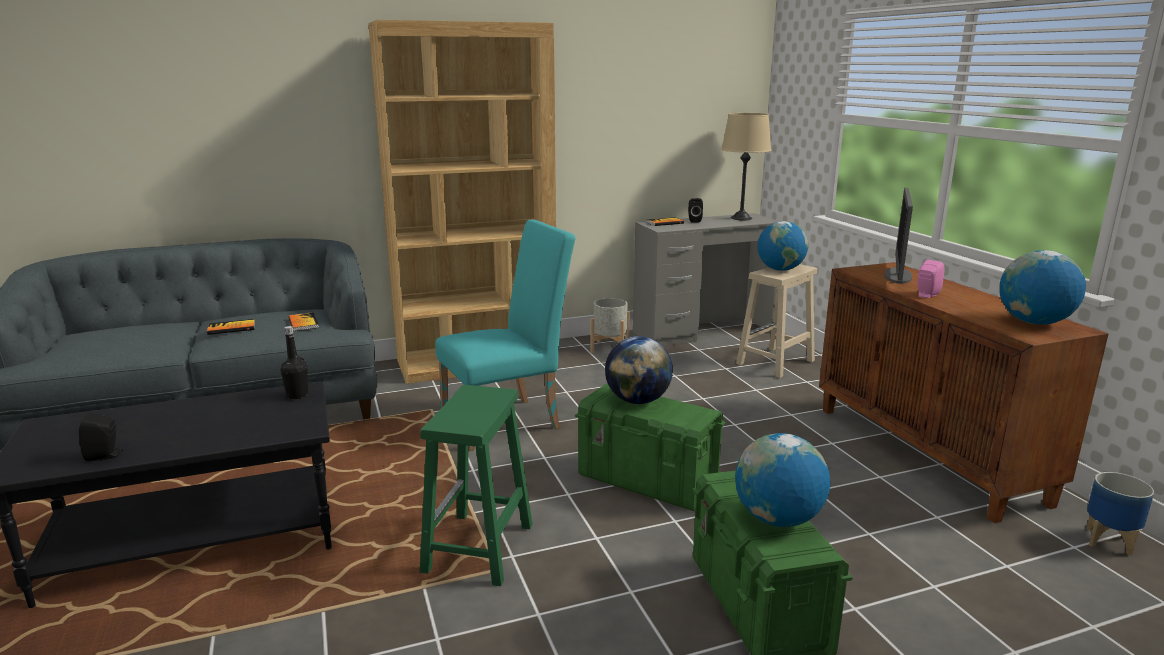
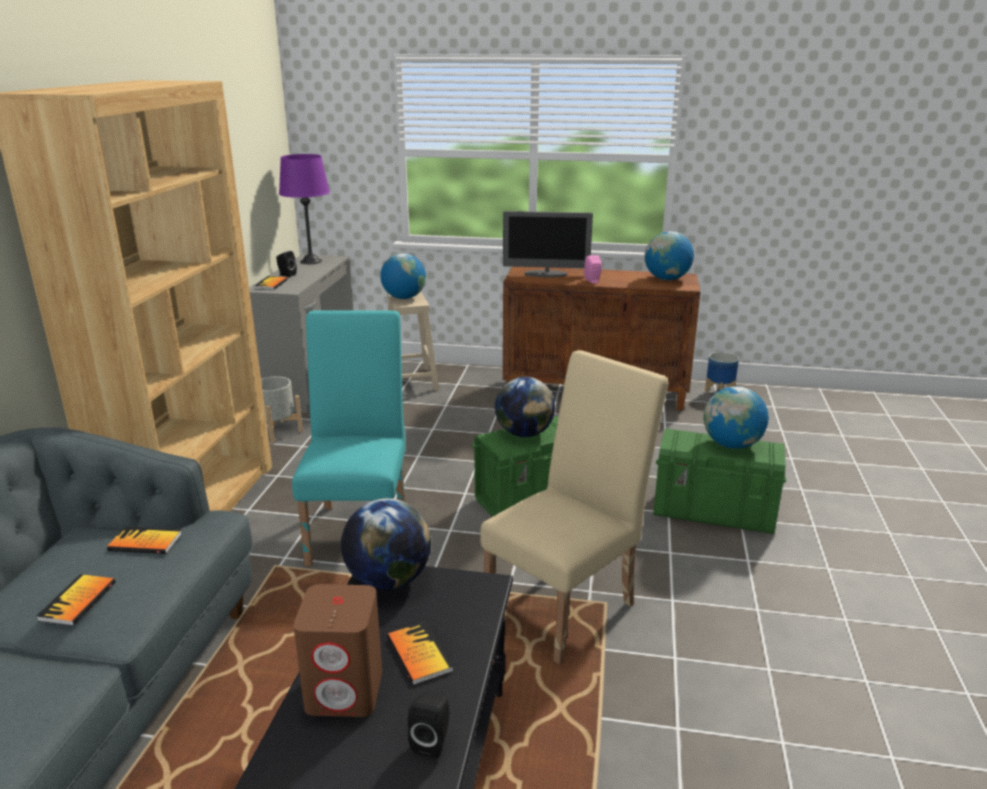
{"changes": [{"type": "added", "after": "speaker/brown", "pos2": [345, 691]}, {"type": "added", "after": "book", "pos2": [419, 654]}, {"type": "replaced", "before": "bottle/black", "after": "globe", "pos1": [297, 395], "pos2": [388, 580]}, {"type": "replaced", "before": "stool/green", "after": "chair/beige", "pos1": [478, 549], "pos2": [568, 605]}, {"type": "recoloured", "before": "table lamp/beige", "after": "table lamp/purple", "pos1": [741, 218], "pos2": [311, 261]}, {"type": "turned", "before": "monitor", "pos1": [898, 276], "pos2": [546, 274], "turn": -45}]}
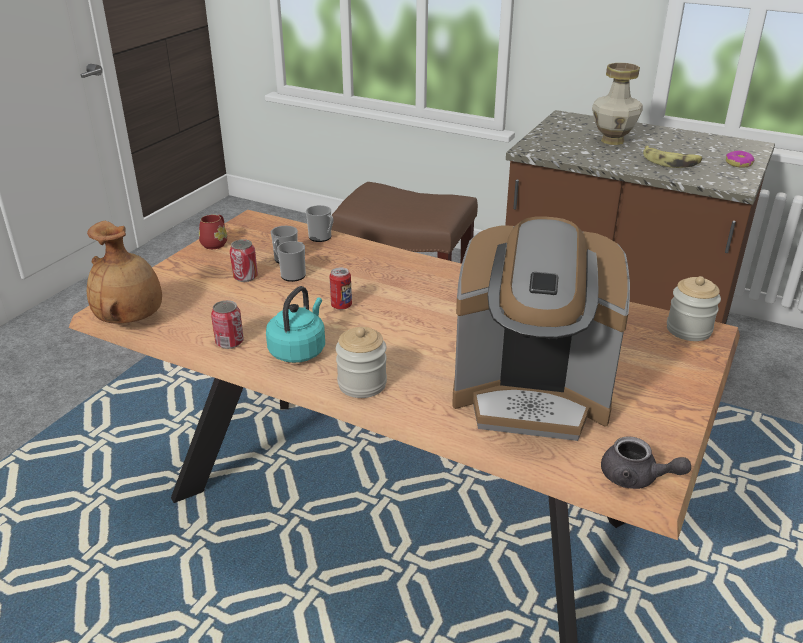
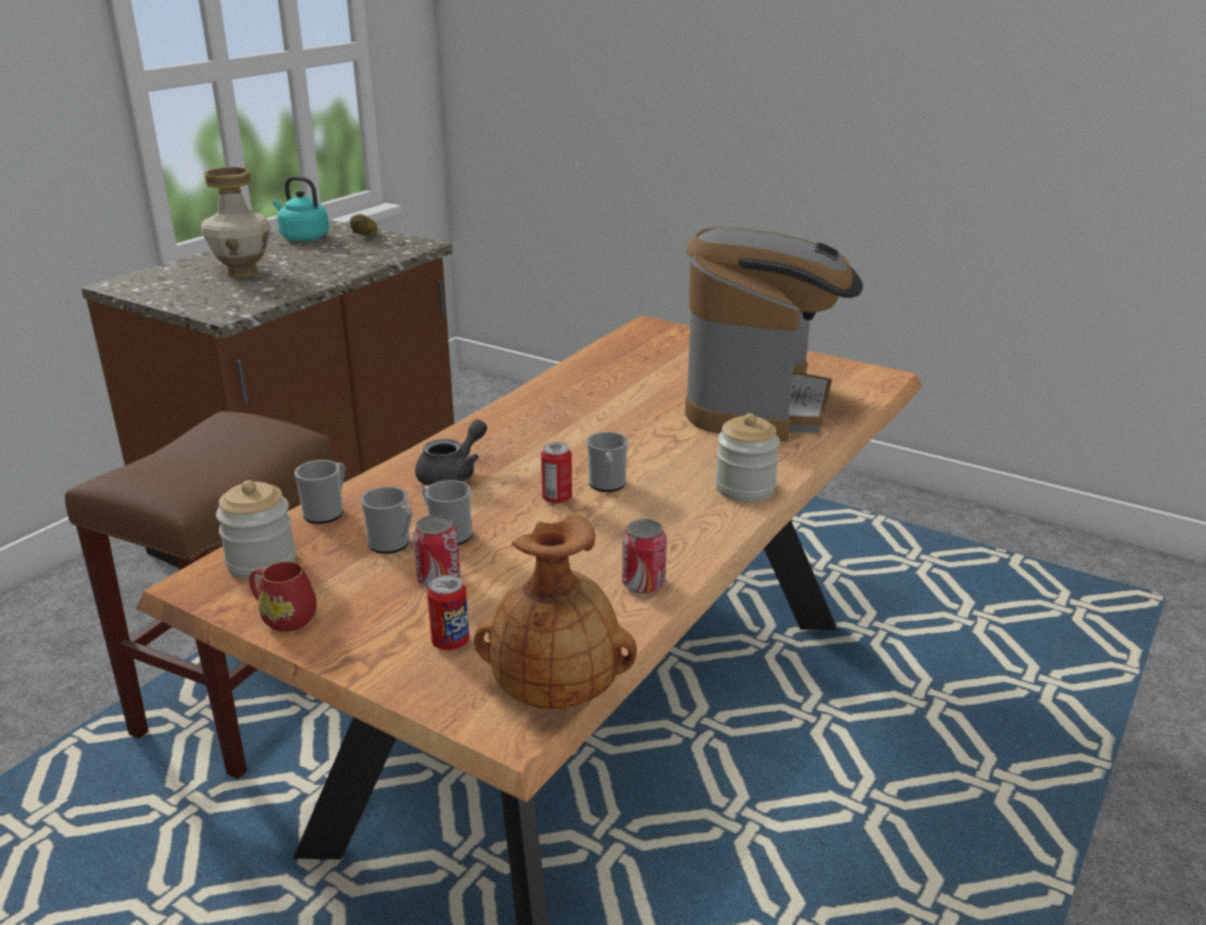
{"changes": [{"type": "removed", "before": "banana", "pos1": [670, 162]}, {"type": "added", "after": "can", "pos2": [450, 642]}, {"type": "added", "after": "mug", "pos2": [607, 485]}, {"type": "moved", "before": "kettle/turquoise", "pos1": [299, 350], "pos2": [302, 237]}, {"type": "moved", "before": "teapot/grey", "pos1": [636, 478], "pos2": [453, 474]}, {"type": "moved", "before": "jar", "pos1": [688, 330], "pos2": [261, 562]}, {"type": "replaced", "before": "donut", "after": "potato", "pos1": [738, 163], "pos2": [365, 236]}]}
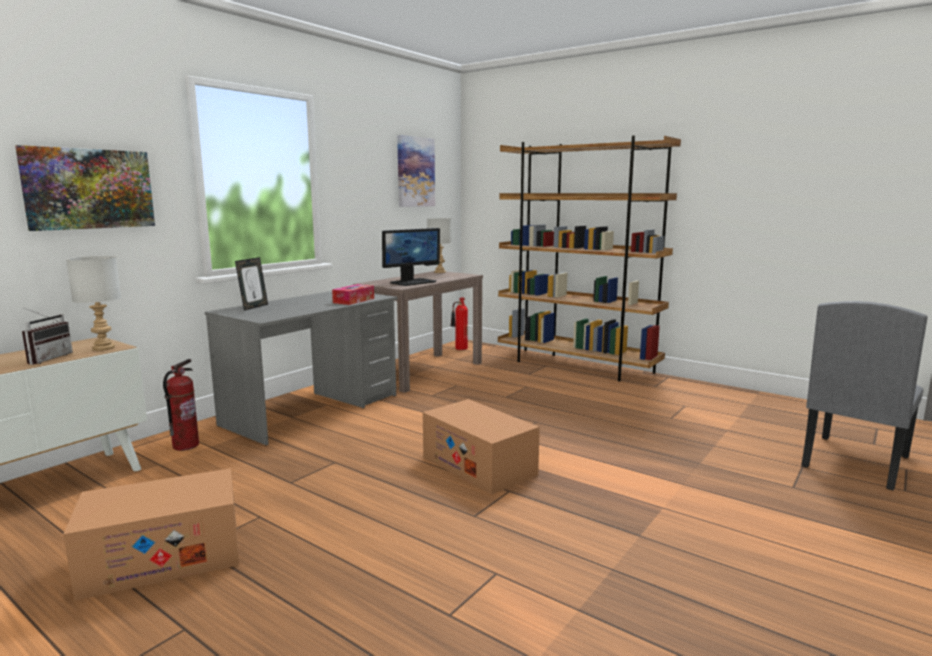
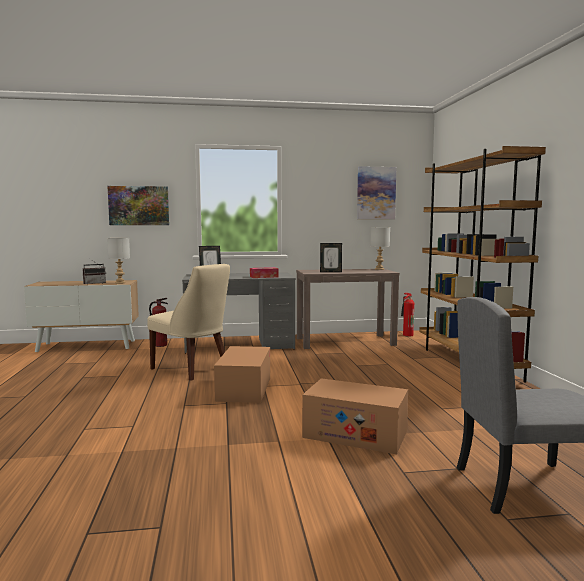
{"changes": [{"type": "added", "after": "chair/beige", "pos2": [192, 369]}, {"type": "moved", "before": "cardboard box", "pos1": [163, 558], "pos2": [355, 434]}, {"type": "replaced", "before": "monitor", "after": "picture frame", "pos1": [413, 282], "pos2": [330, 272]}]}
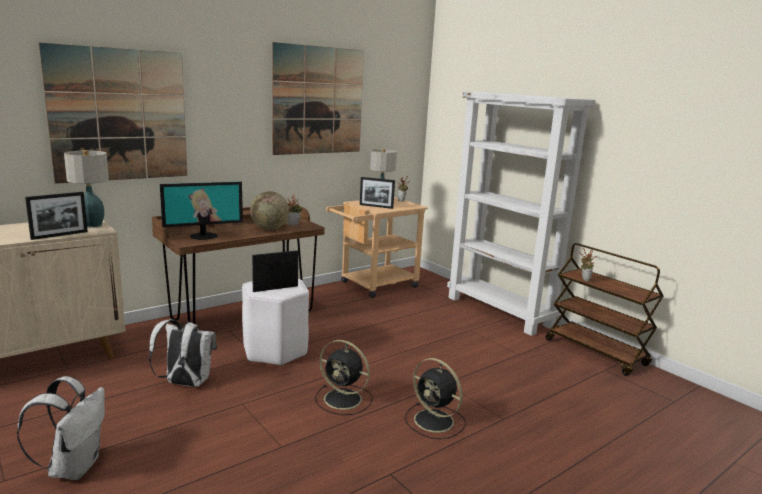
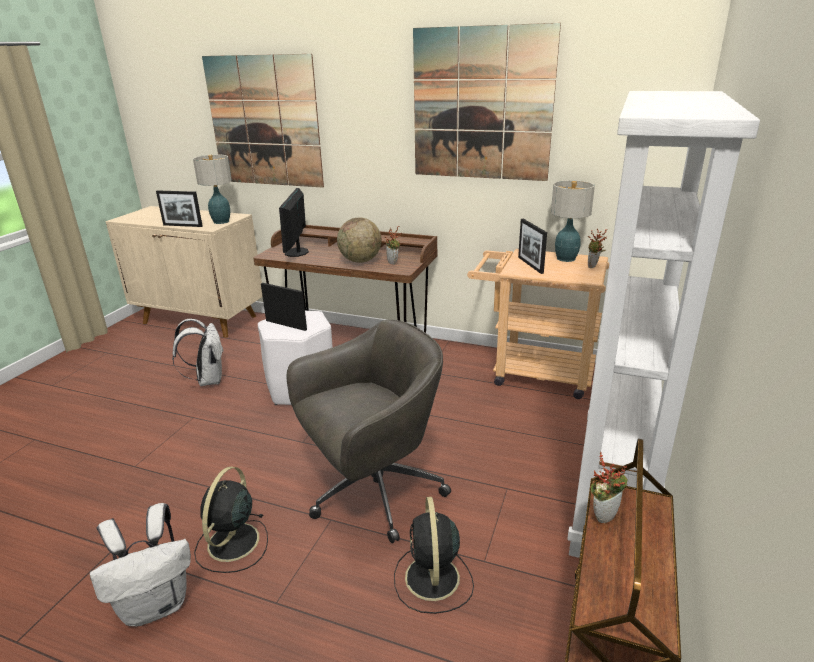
{"changes": [{"type": "added", "after": "office chair/grey", "pos2": [373, 492]}, {"type": "moved", "before": "backpack/white", "pos1": [74, 467], "pos2": [157, 604]}, {"type": "moved", "before": "fan/black", "pos1": [344, 399], "pos2": [432, 580]}, {"type": "turned", "before": "monitor", "pos1": [203, 236], "pos2": [297, 252], "turn": 60}]}
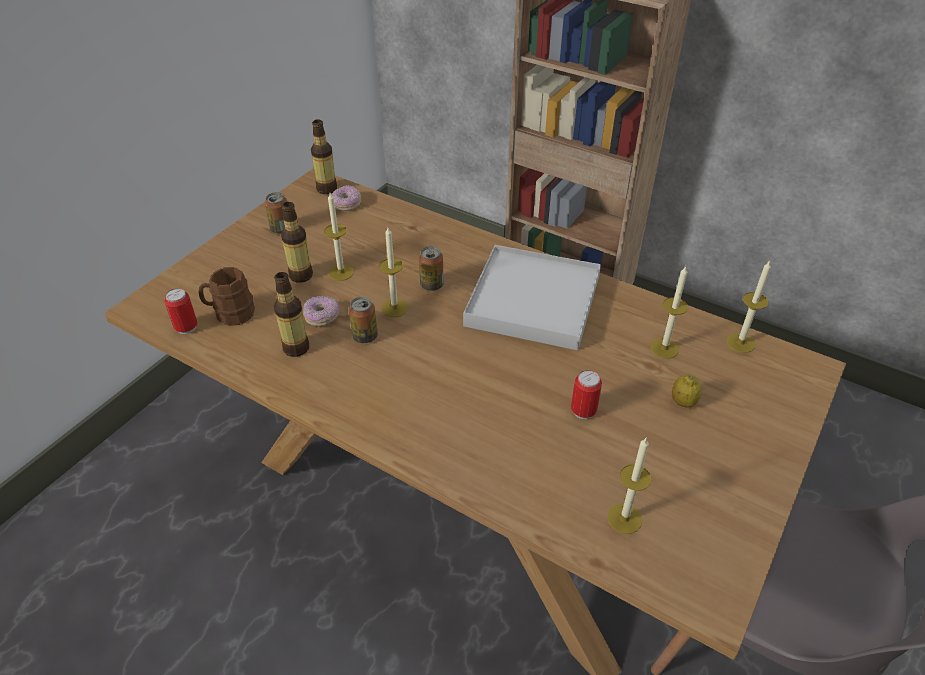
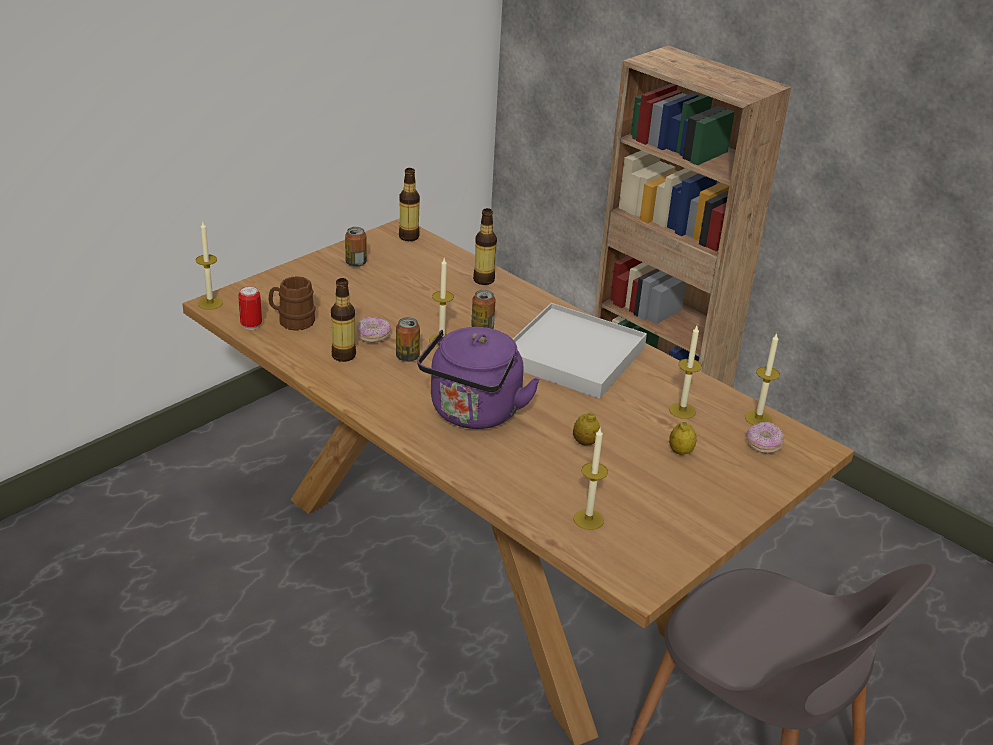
{"changes": [{"type": "added", "after": "kettle/purple", "pos2": [473, 414]}, {"type": "moved", "before": "bottle", "pos1": [301, 275], "pos2": [483, 280]}, {"type": "moved", "before": "candle", "pos1": [341, 272], "pos2": [210, 303]}, {"type": "moved", "before": "donut", "pos1": [346, 204], "pos2": [763, 444]}, {"type": "replaced", "before": "can", "after": "lemon", "pos1": [583, 411], "pos2": [585, 442]}]}
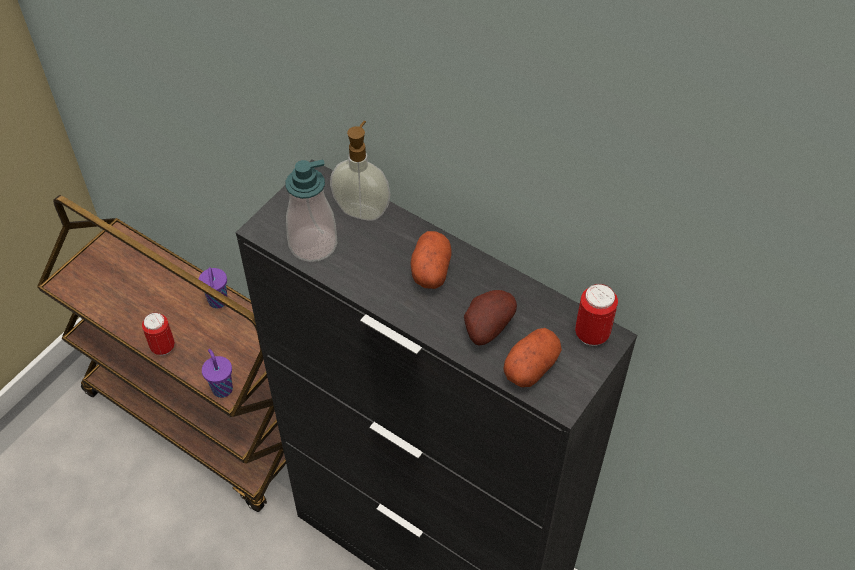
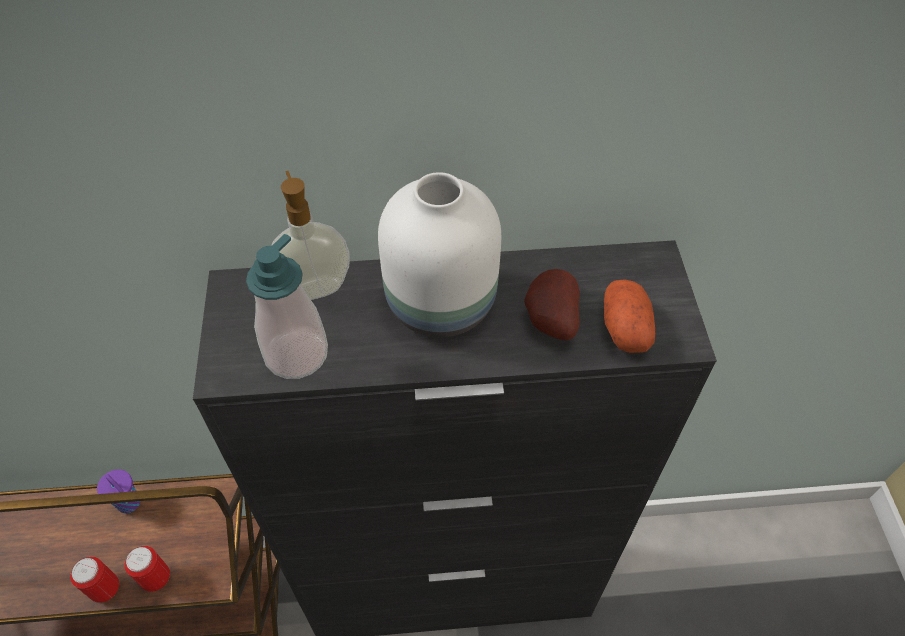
{"changes": [{"type": "removed", "before": "cup/purple", "pos1": [222, 388]}, {"type": "moved", "before": "can", "pos1": [592, 334], "pos2": [156, 578]}, {"type": "replaced", "before": "potato", "after": "vase/white", "pos1": [430, 269], "pos2": [441, 301]}]}
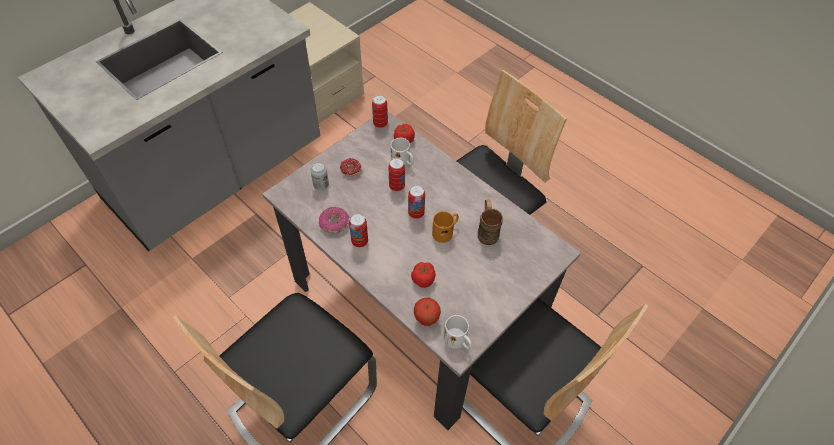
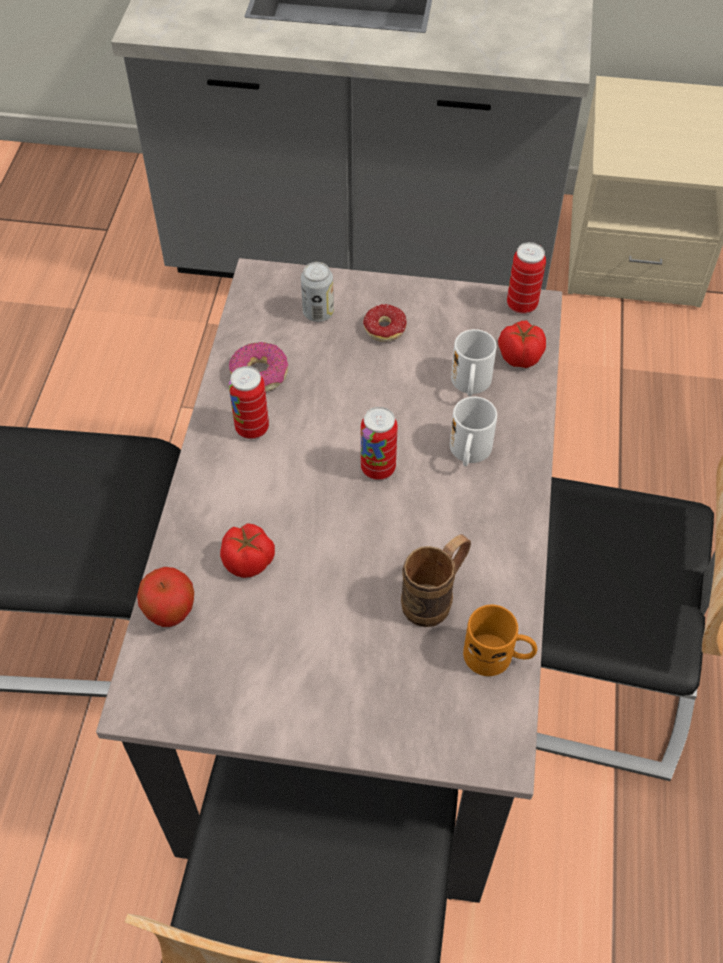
{"changes": [{"type": "removed", "before": "can", "pos1": [397, 186]}, {"type": "moved", "before": "mug/orange", "pos1": [445, 231], "pos2": [498, 656]}, {"type": "moved", "before": "mug/white", "pos1": [458, 341], "pos2": [469, 453]}]}
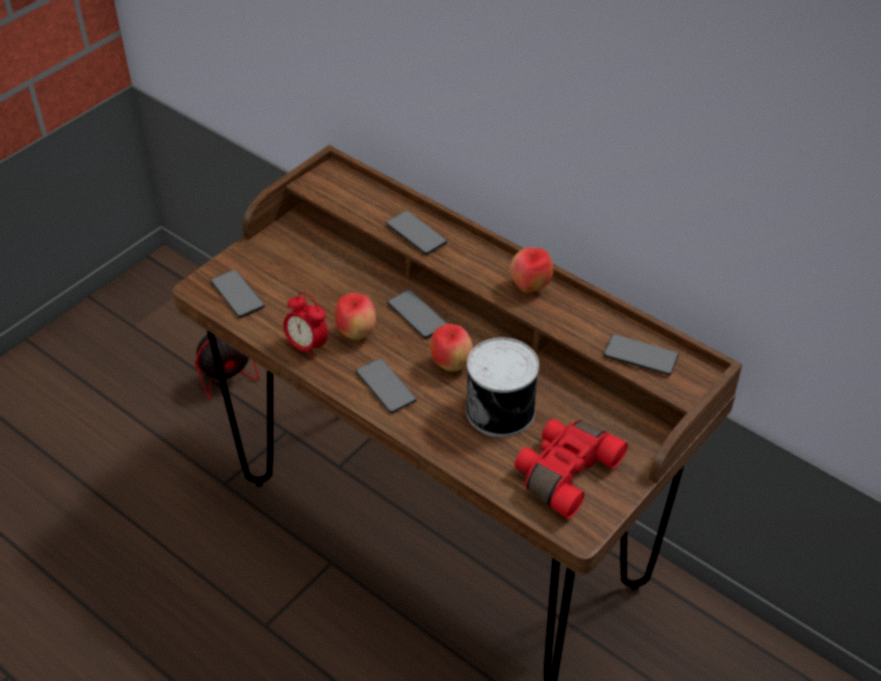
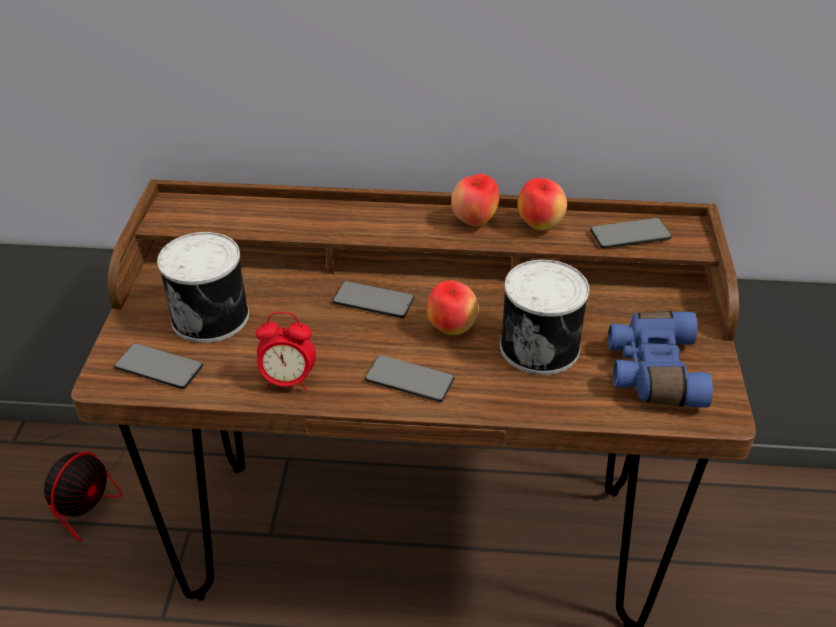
{"changes": [{"type": "removed", "before": "phone", "pos1": [416, 233]}, {"type": "added", "after": "can", "pos2": [212, 316]}, {"type": "moved", "before": "apple", "pos1": [356, 333], "pos2": [539, 225]}, {"type": "recoloured", "before": "binoculars/red", "after": "binoculars/blue", "pos1": [564, 472], "pos2": [651, 371]}]}
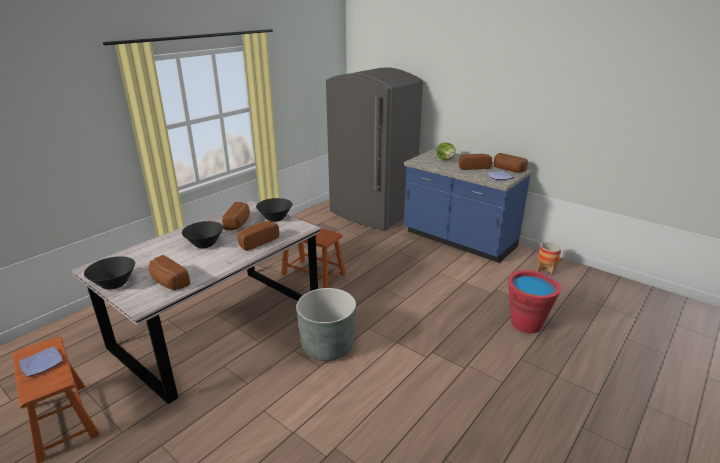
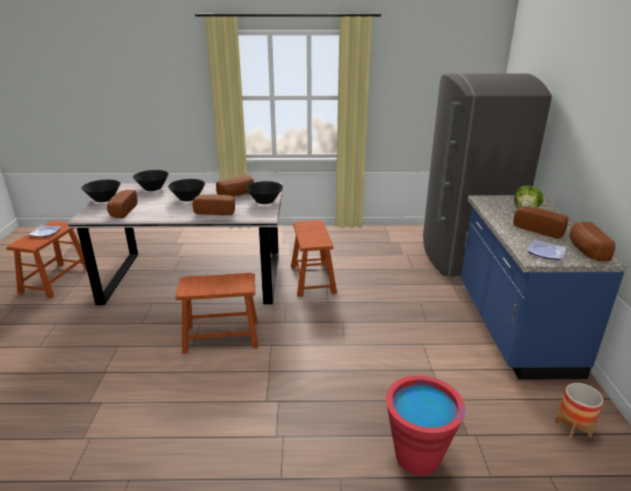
{"changes": [{"type": "added", "after": "bowl/black", "pos2": [153, 188]}, {"type": "replaced", "before": "planter/grey", "after": "stool/brown", "pos1": [327, 346], "pos2": [221, 336]}]}
